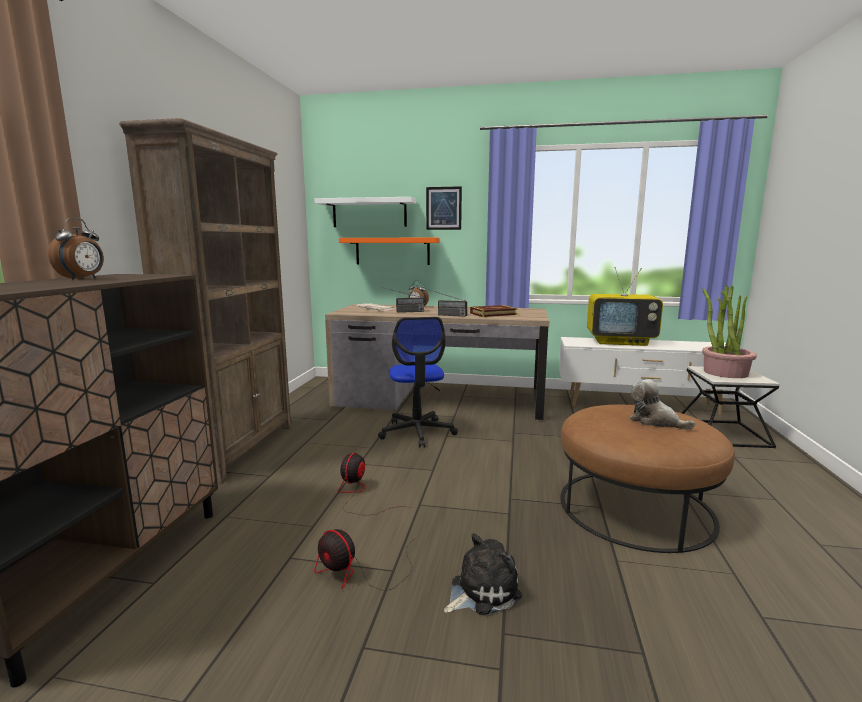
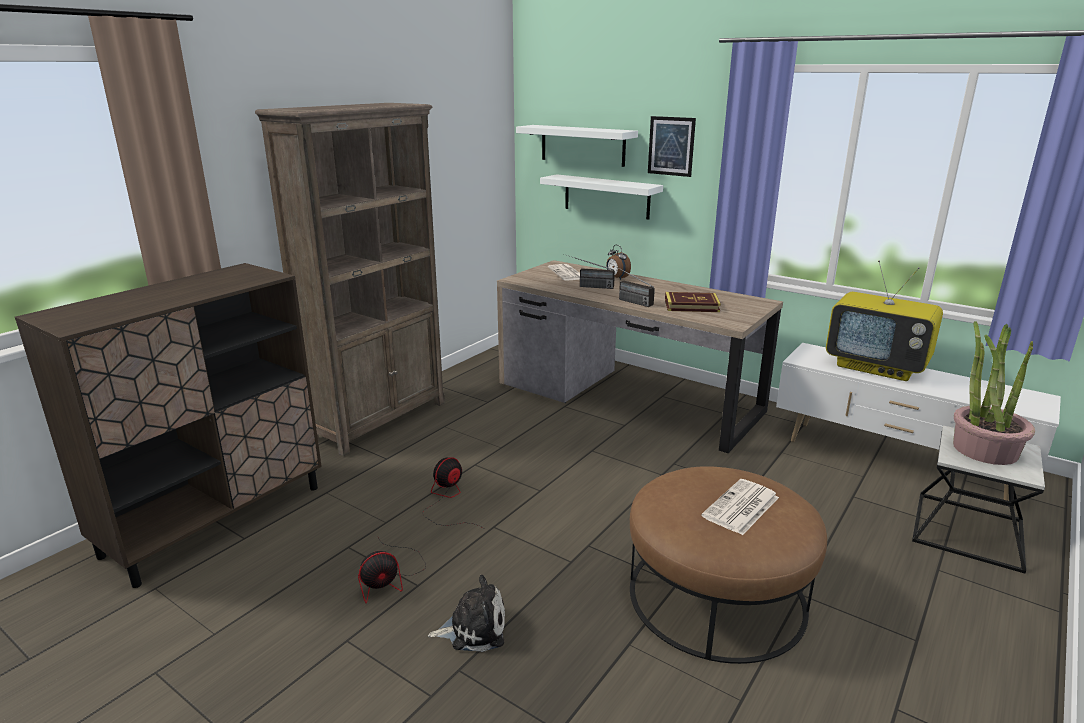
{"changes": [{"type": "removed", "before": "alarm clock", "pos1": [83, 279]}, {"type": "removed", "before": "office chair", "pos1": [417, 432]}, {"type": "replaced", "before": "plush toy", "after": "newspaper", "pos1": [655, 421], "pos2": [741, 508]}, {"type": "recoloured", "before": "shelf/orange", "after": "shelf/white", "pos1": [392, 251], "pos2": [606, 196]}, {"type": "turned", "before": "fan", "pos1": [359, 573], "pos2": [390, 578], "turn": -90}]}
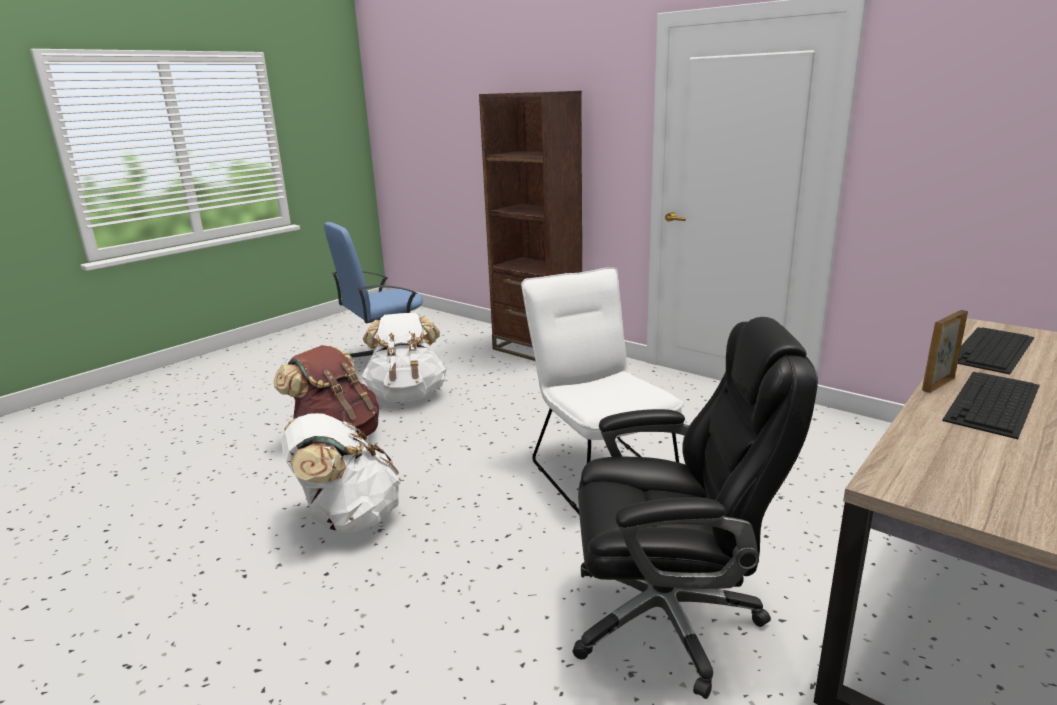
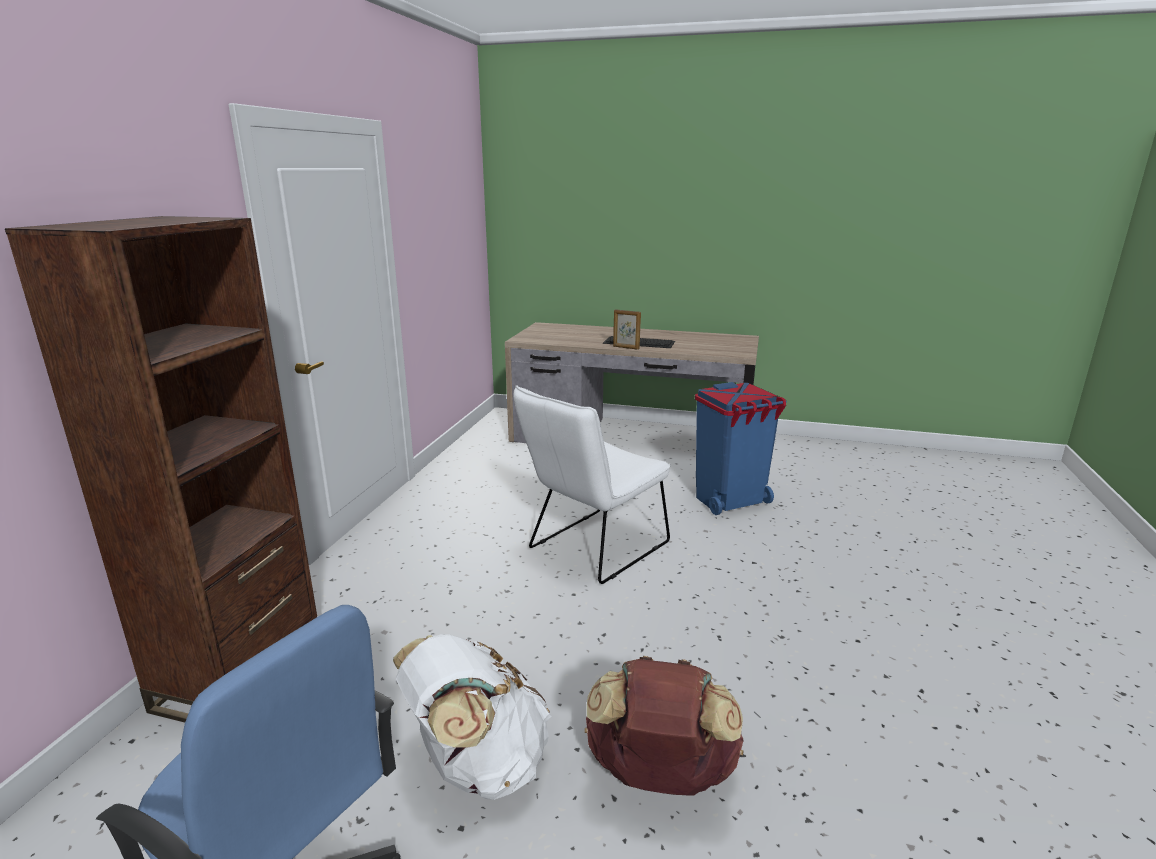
{"changes": [{"type": "removed", "before": "backpack/white", "pos1": [348, 518]}, {"type": "removed", "before": "keyboard", "pos1": [992, 350]}, {"type": "replaced", "before": "office chair/black", "after": "trash can/blue", "pos1": [668, 617], "pos2": [730, 501]}]}
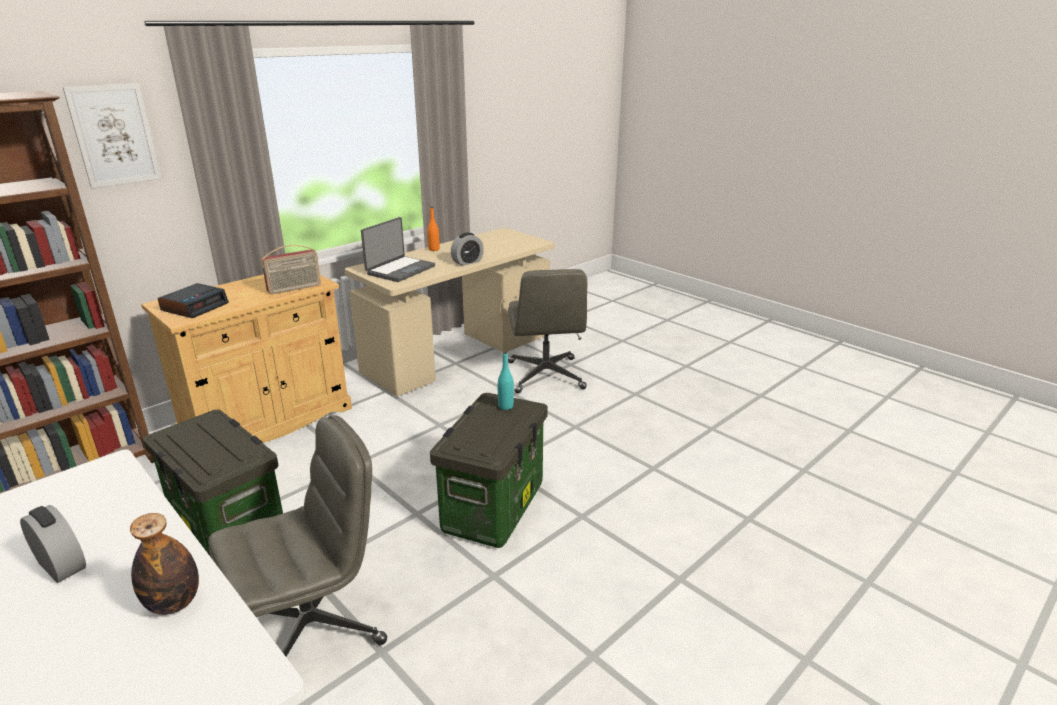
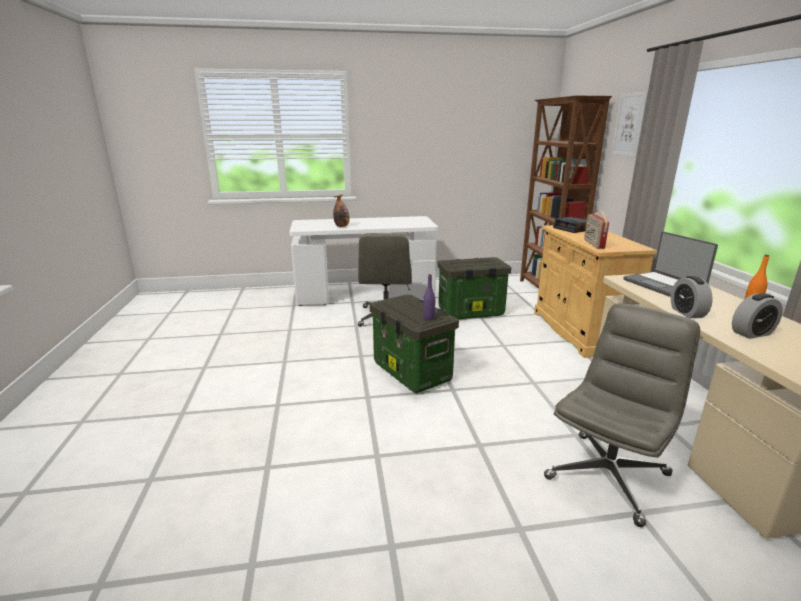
{"changes": [{"type": "moved", "before": "alarm clock", "pos1": [61, 565], "pos2": [752, 333]}, {"type": "recoloured", "before": "bottle/turquoise", "after": "bottle/purple", "pos1": [505, 406], "pos2": [428, 318]}, {"type": "turned", "before": "office chair/grey", "pos1": [546, 376], "pos2": [607, 475], "turn": 105}]}
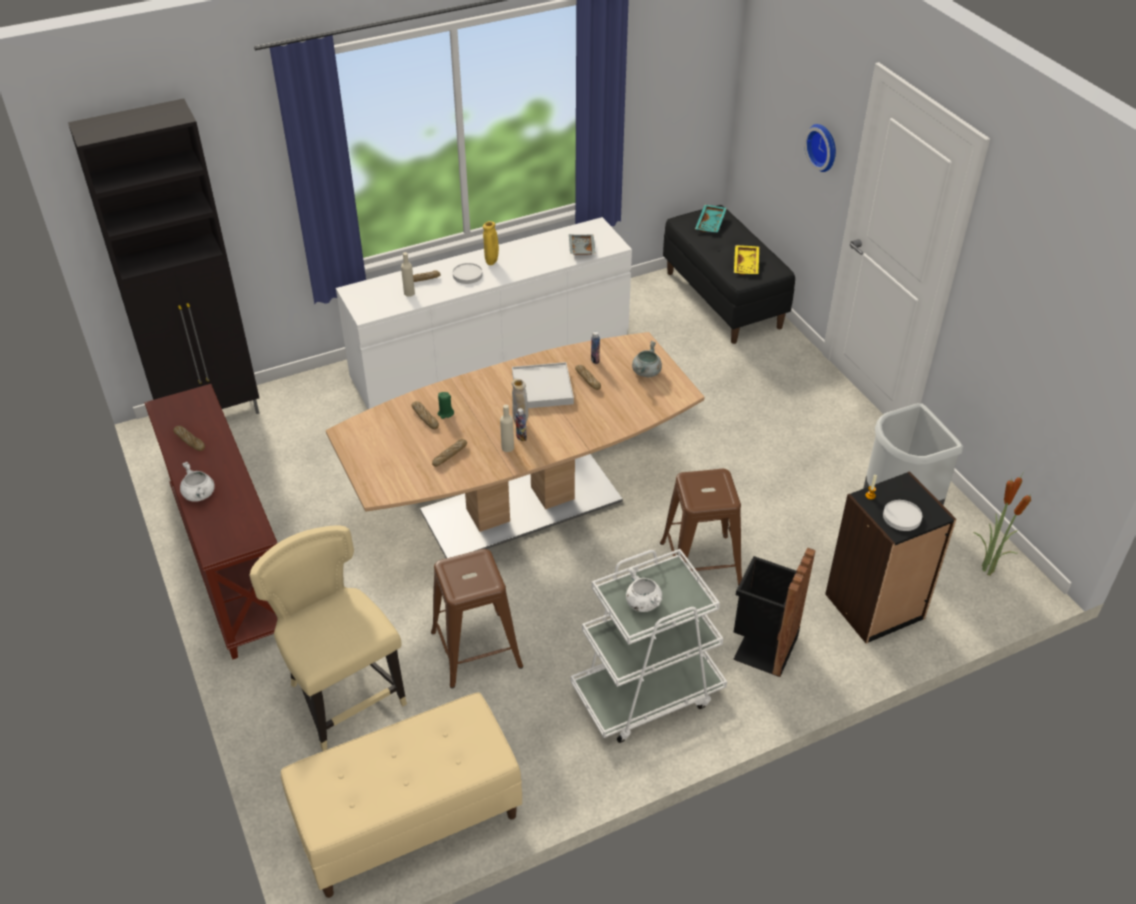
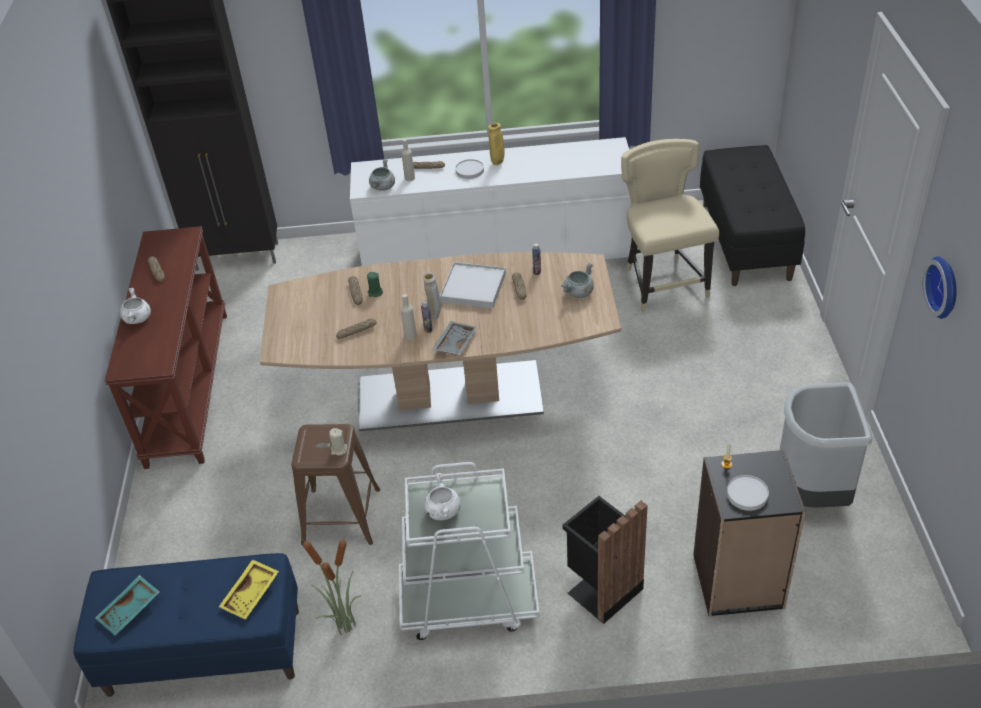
{"changes": [{"type": "removed", "before": "stool/brown", "pos1": [700, 564]}, {"type": "added", "after": "candle/beige", "pos2": [339, 450]}, {"type": "added", "after": "cooking pot/grey", "pos2": [383, 187]}, {"type": "moved", "before": "chair/beige", "pos1": [343, 695], "pos2": [663, 283]}, {"type": "moved", "before": "tray/grey", "pos1": [581, 249], "pos2": [454, 343]}, {"type": "moved", "before": "tray/turquoise", "pos1": [711, 223], "pos2": [131, 610]}, {"type": "moved", "before": "tray/yellow", "pos1": [747, 264], "pos2": [252, 594]}, {"type": "moved", "before": "wall clock", "pos1": [824, 147], "pos2": [945, 287]}, {"type": "moved", "before": "potted plant", "pos1": [986, 569], "pos2": [344, 626]}, {"type": "recoloured", "before": "bench/beige", "after": "bench/blue", "pos1": [408, 822], "pos2": [204, 652]}]}
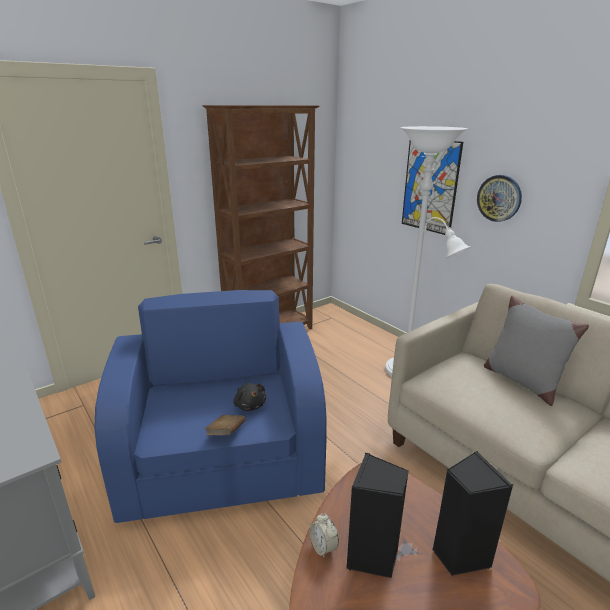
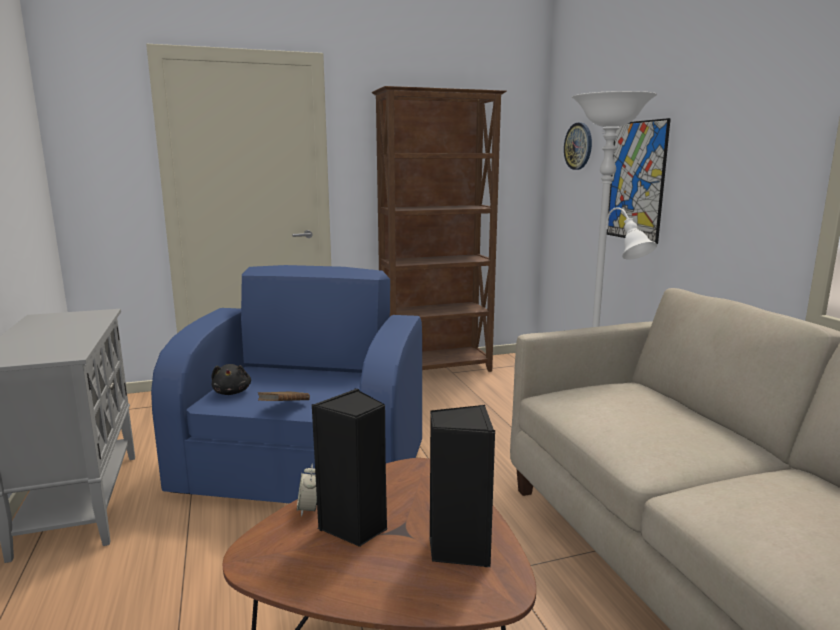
{"changes": [{"type": "removed", "before": "pillow/grey", "pos1": [521, 381]}, {"type": "moved", "before": "plush toy/black", "pos1": [249, 405], "pos2": [232, 392]}, {"type": "moved", "before": "wall clock", "pos1": [499, 198], "pos2": [578, 146]}]}
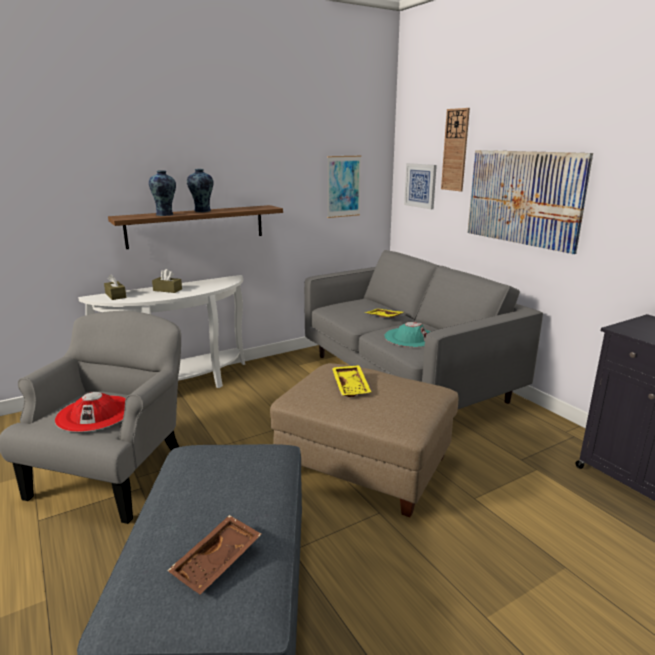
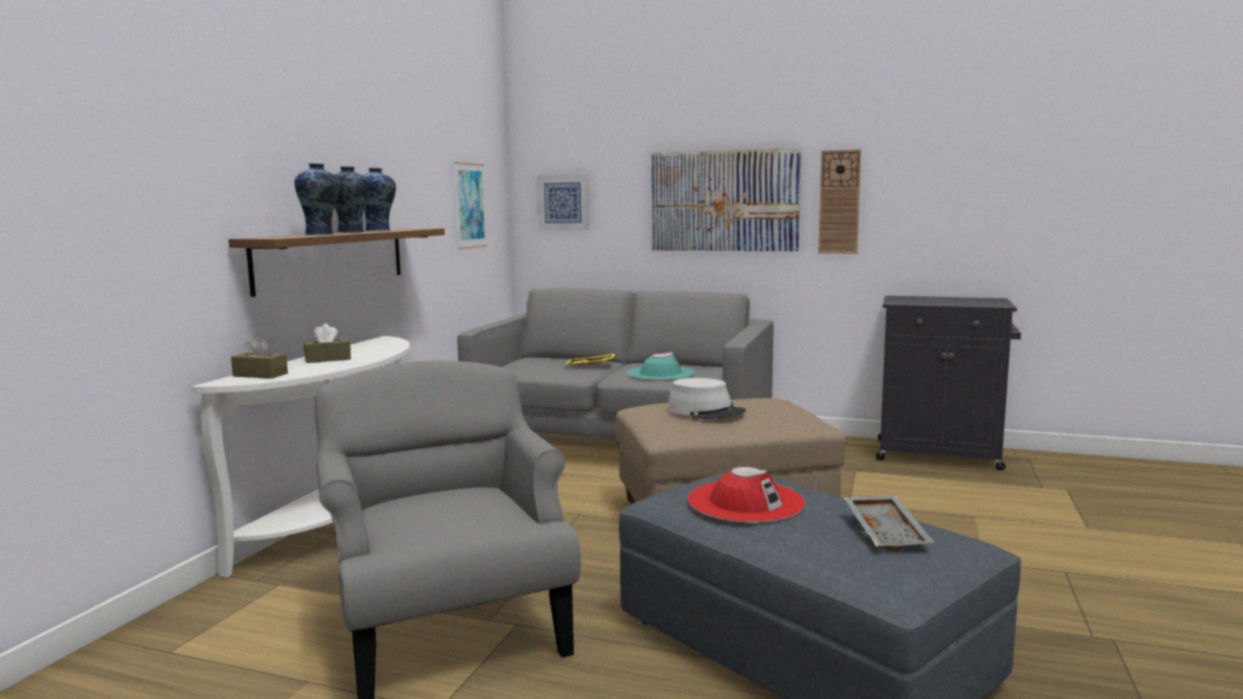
{"changes": [{"type": "added", "after": "vase", "pos2": [379, 230]}, {"type": "moved", "before": "hat/red", "pos1": [95, 413], "pos2": [745, 502]}, {"type": "moved", "before": "wall clock", "pos1": [455, 150], "pos2": [839, 202]}, {"type": "replaced", "before": "tray/yellow", "after": "hat/grey", "pos1": [351, 386], "pos2": [706, 411]}, {"type": "recoloured", "before": "tray/brown", "after": "tray/grey", "pos1": [218, 562], "pos2": [888, 533]}]}
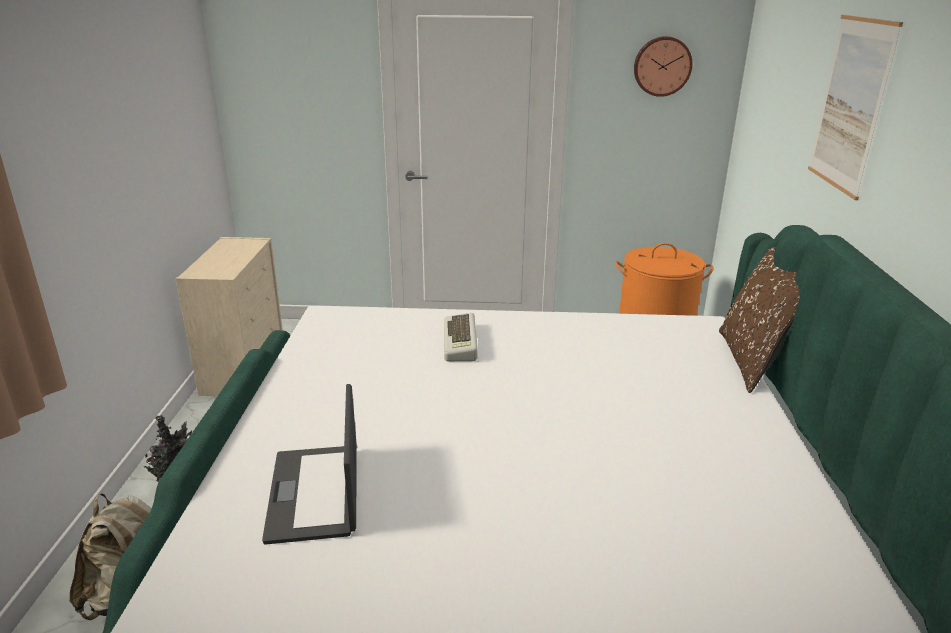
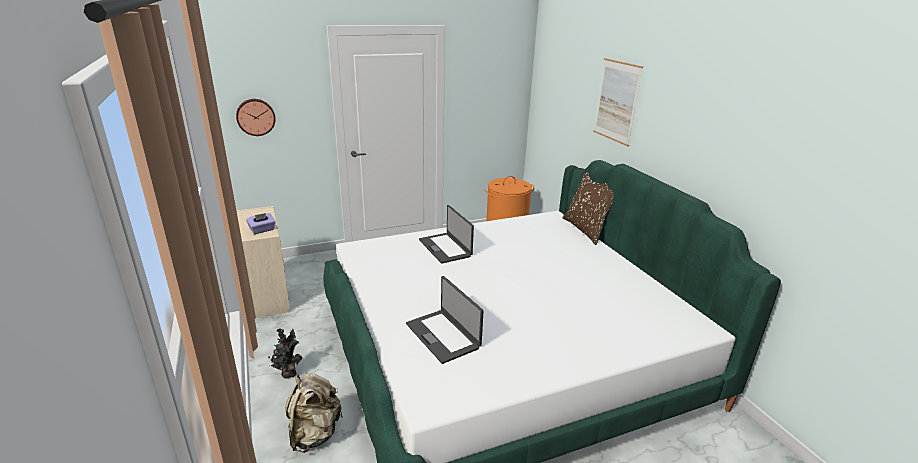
{"changes": [{"type": "added", "after": "tissue box/purple", "pos2": [262, 230]}, {"type": "moved", "before": "wall clock", "pos1": [662, 66], "pos2": [255, 117]}, {"type": "replaced", "before": "keyboard", "after": "laptop", "pos1": [462, 343], "pos2": [445, 248]}]}
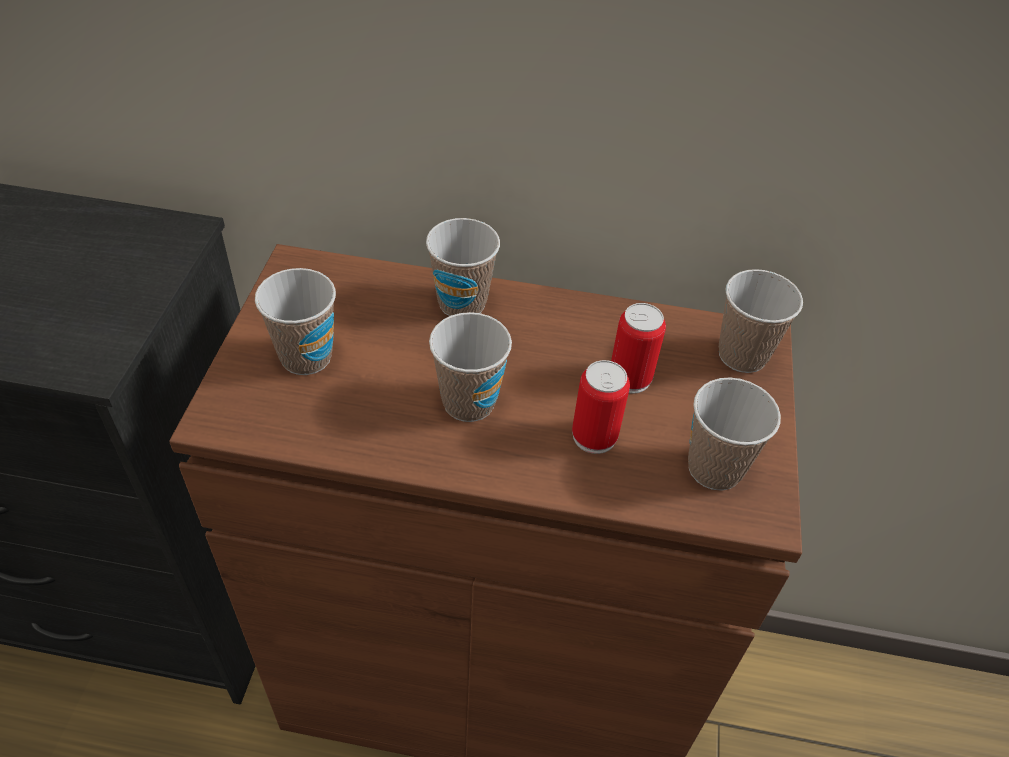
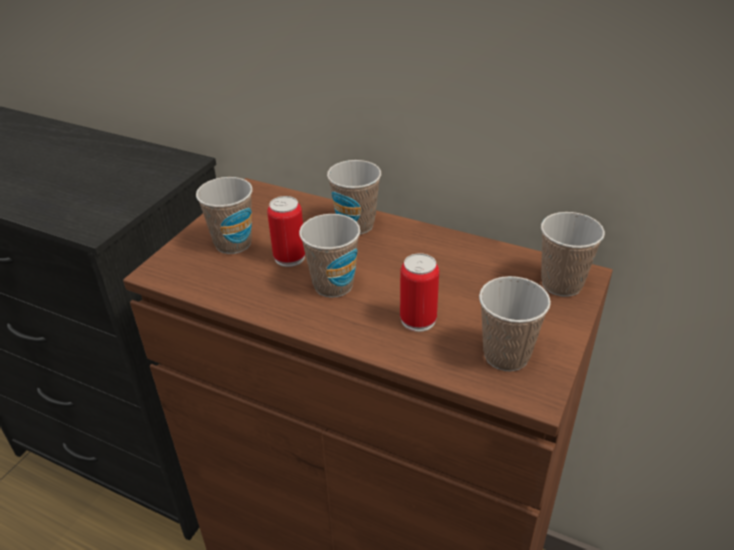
{"changes": [{"type": "moved", "before": "can", "pos1": [630, 378], "pos2": [289, 257]}]}
